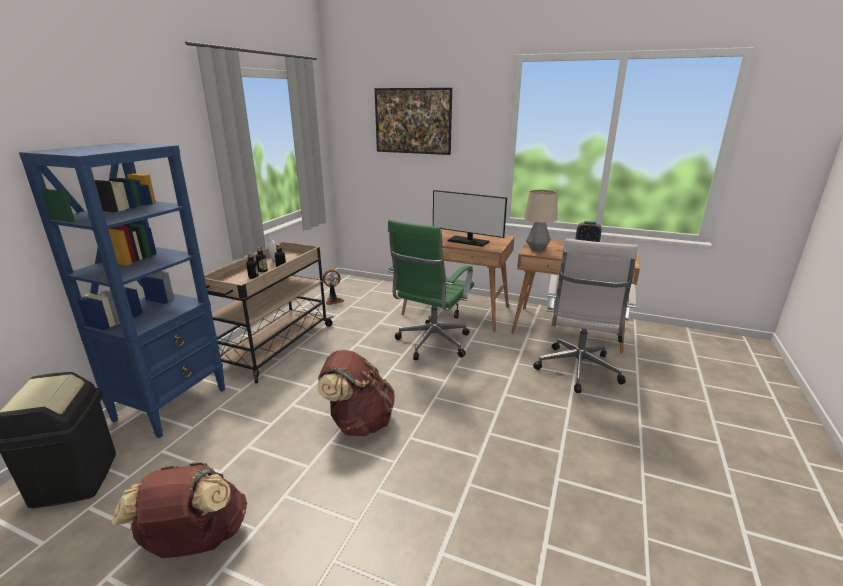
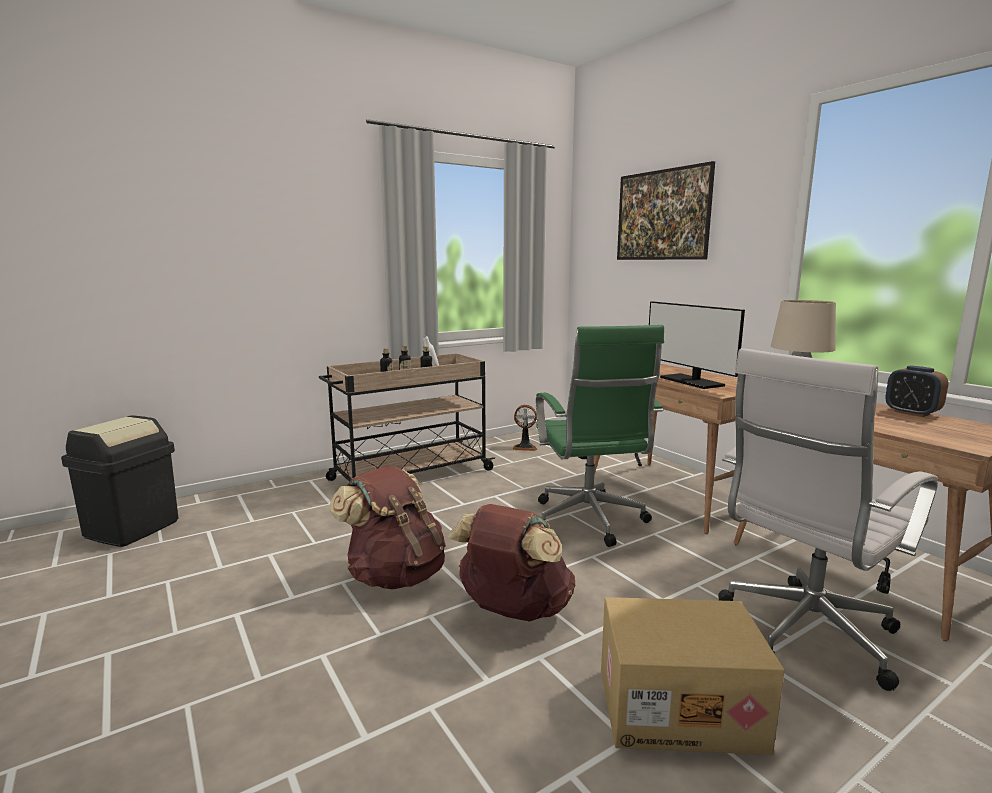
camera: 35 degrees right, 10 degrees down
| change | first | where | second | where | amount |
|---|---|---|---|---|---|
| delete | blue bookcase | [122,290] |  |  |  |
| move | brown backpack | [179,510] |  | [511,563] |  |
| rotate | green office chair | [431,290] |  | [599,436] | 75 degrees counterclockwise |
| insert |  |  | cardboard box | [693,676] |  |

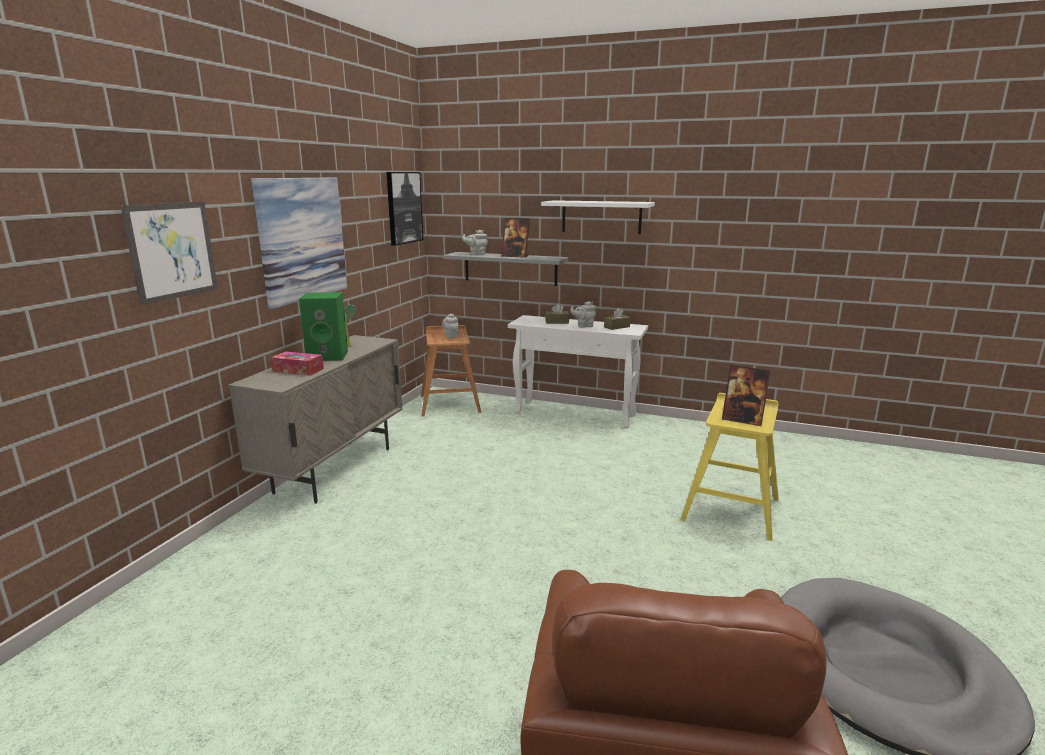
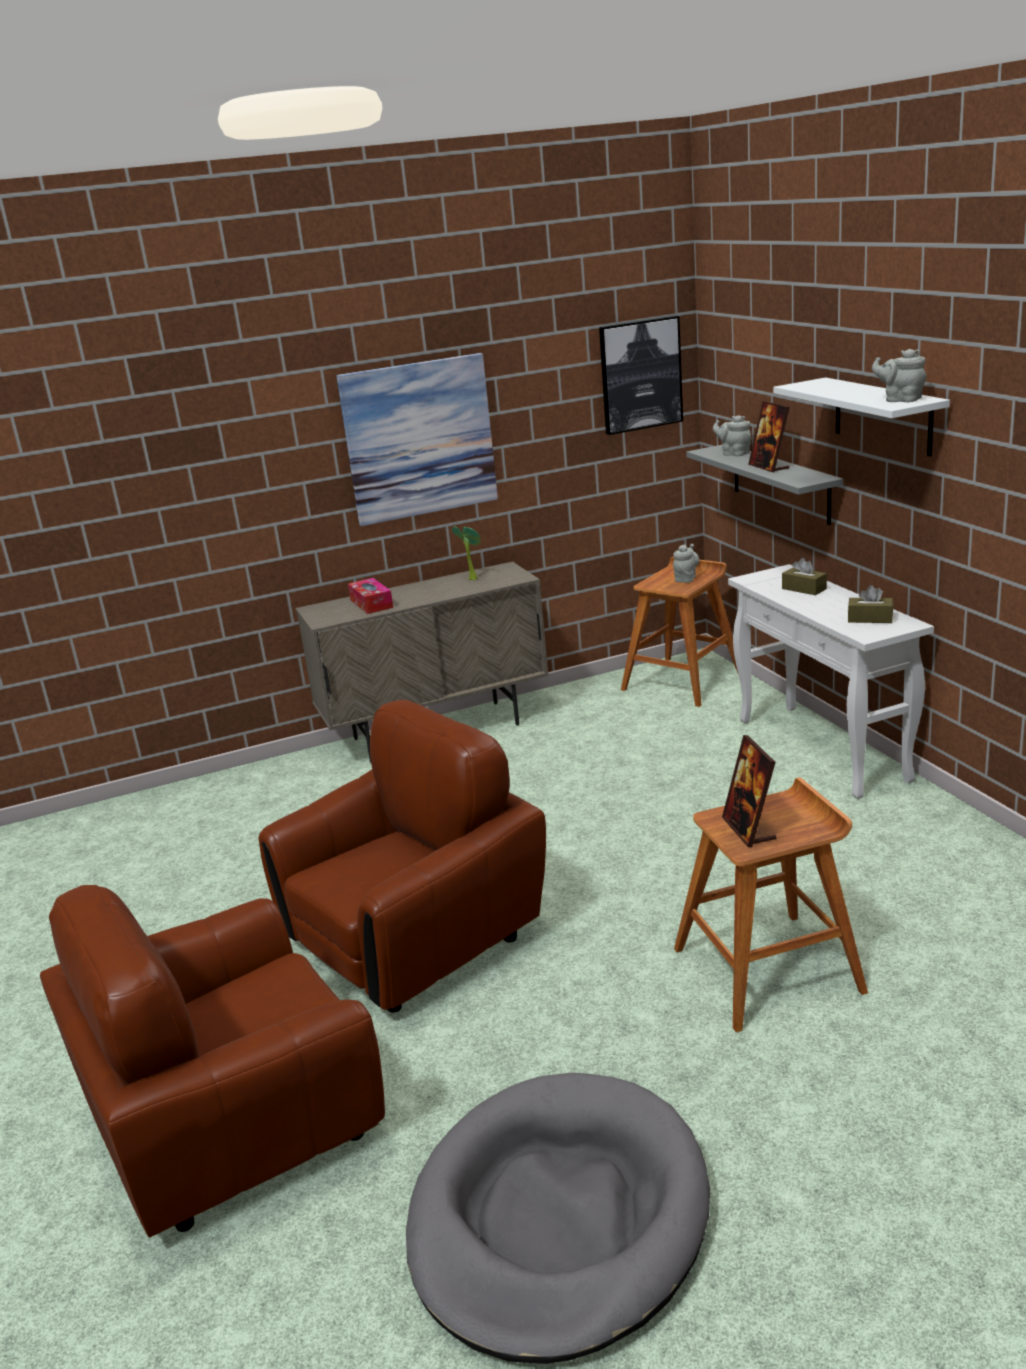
camera: 50 degrees right, 5 degrees up
| change | first | where | second | where | amount |
|---|---|---|---|---|---|
| delete | picture | [169,253] |  |  |  |
| delete | green speaker | [323,326] |  |  |  |
| move | grey teapot | [583,314] |  | [899,375] |  |
| recolor | yellow stool | [730,467] | brown stool | [771,904] |  |
| insert |  |  | brown armchair | [402,856] |  |

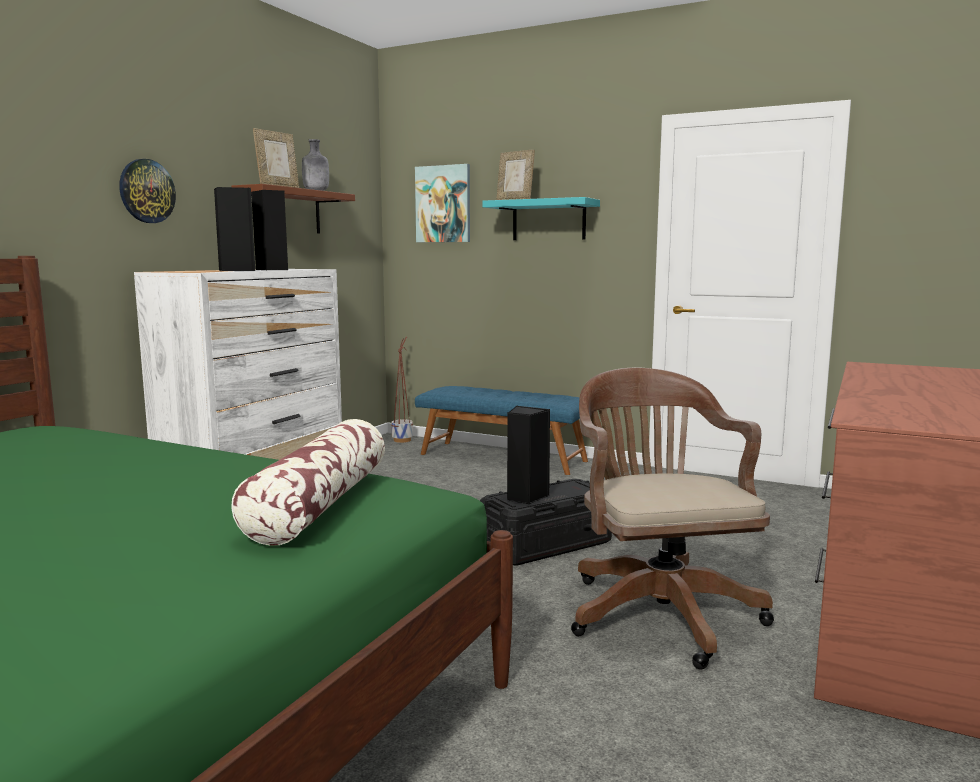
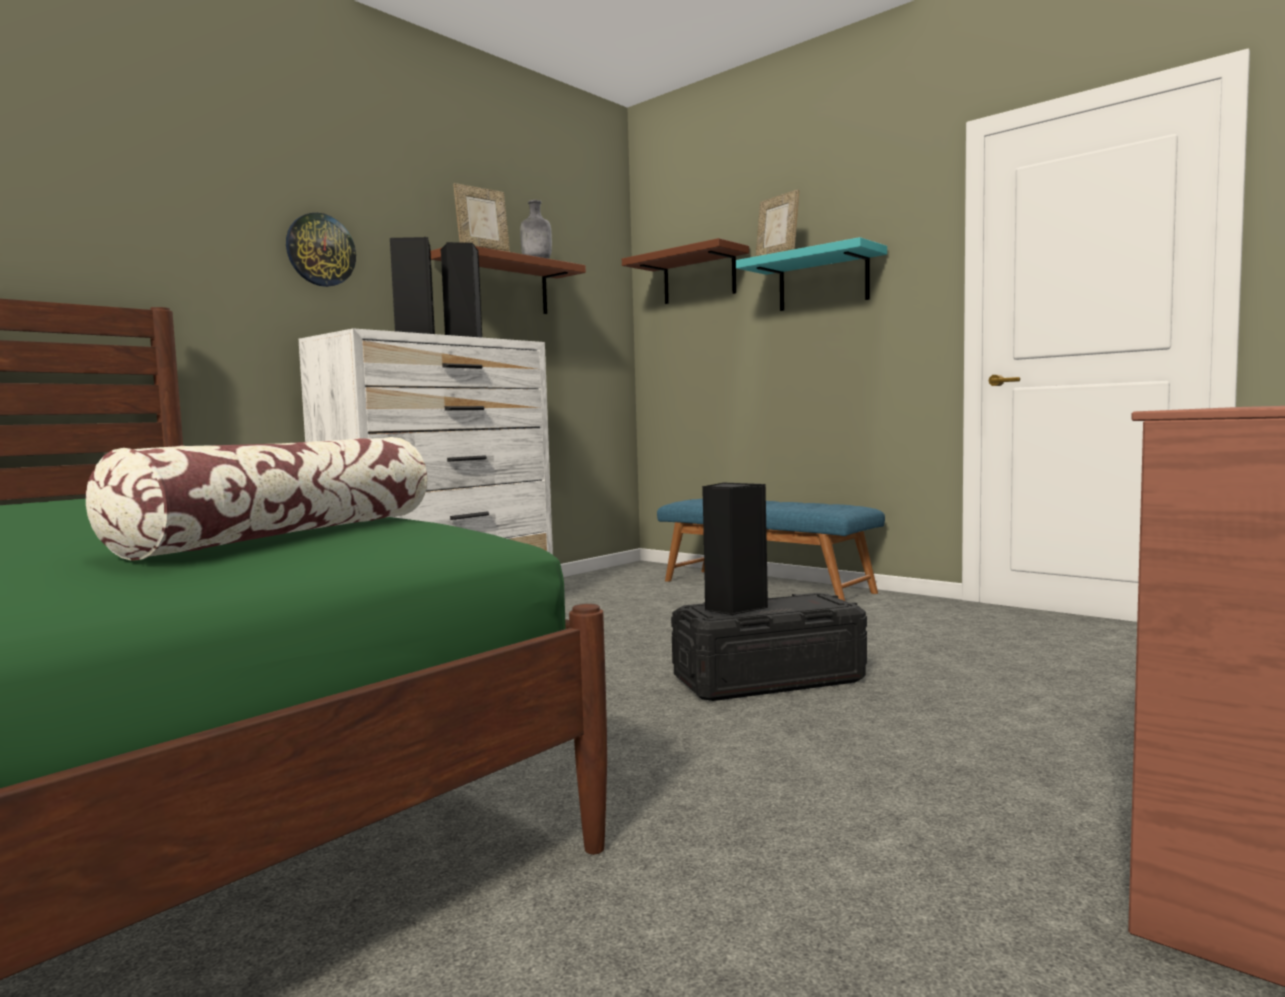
camera: 15 degrees right, 5 degrees down
| change | first | where | second | where | amount |
|---|---|---|---|---|---|
| delete | planter | [402,389] |  |  |  |
| replace | picture | [442,203] | brown shelf | [685,271] |  |
| delete | brown office chair | [672,519] |  |  |  |

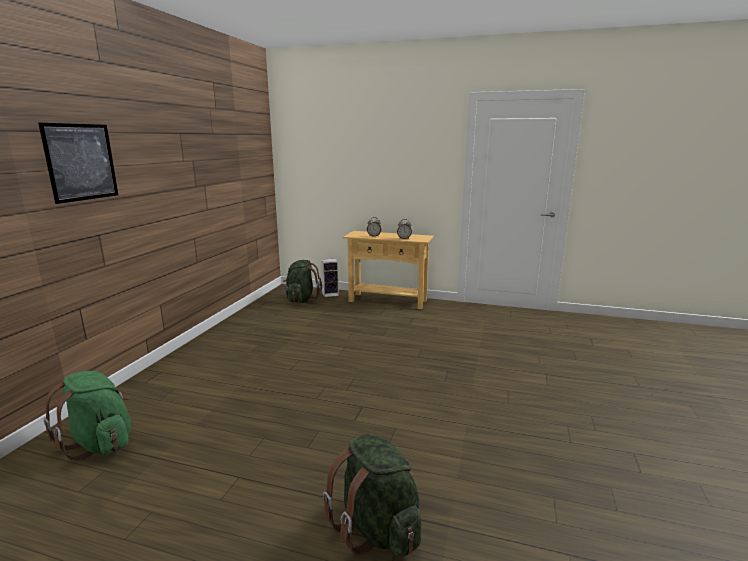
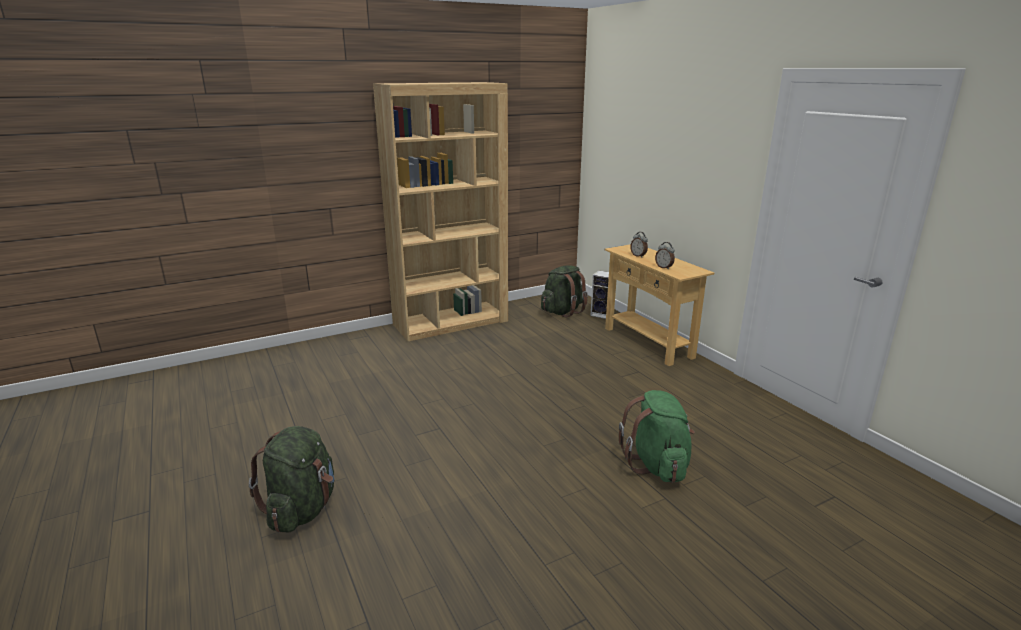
camera: 45 degrees right, 5 degrees up
| change | first | where | second | where | amount |
|---|---|---|---|---|---|
| delete | picture | [78,163] |  |  |  |
| move | green backpack | [87,416] |  | [657,436] |  |
| insert |  |  | brown bookcase | [440,211] |  |

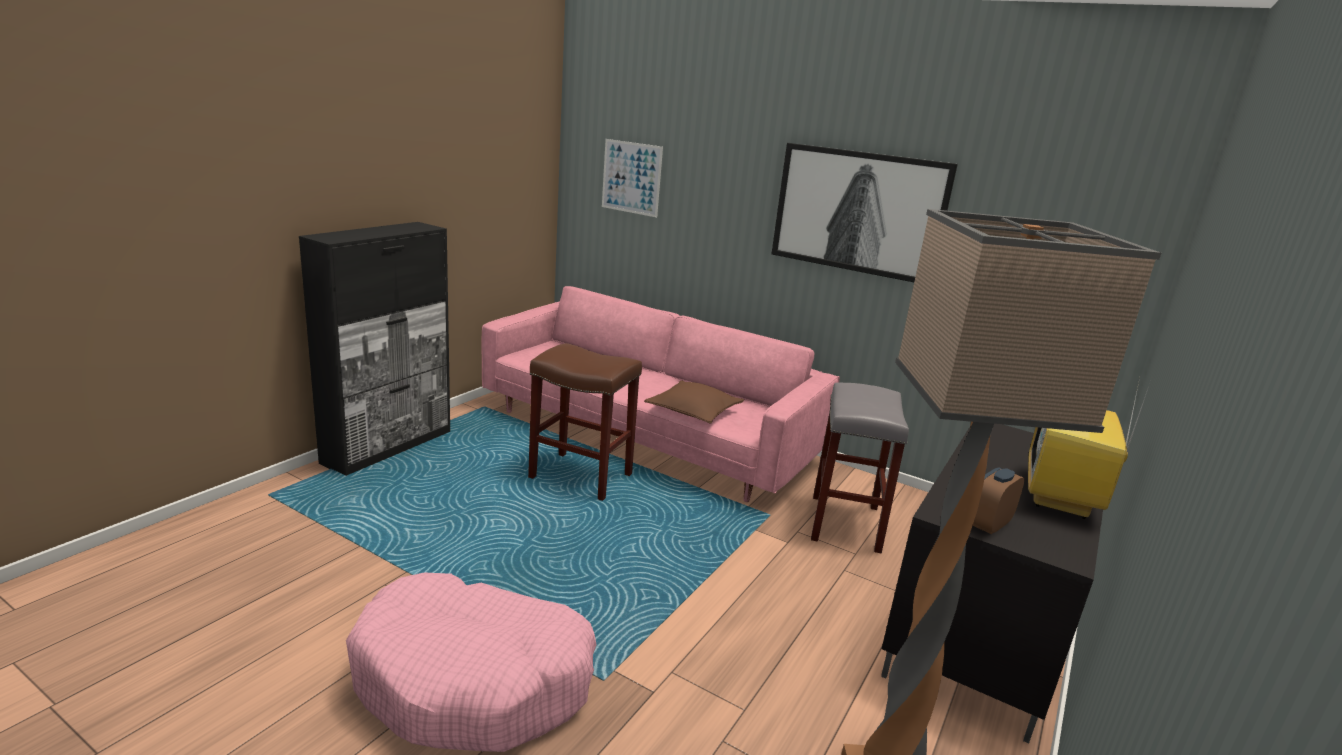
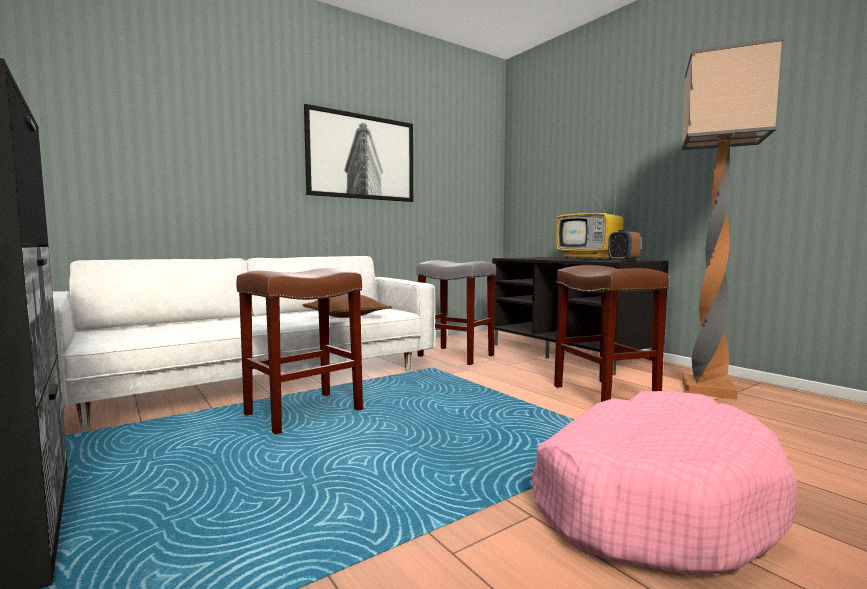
camera: 65 degrees left, 15 degrees down
| change | first | where | second | where | amount |
|---|---|---|---|---|---|
| recolor | pink sofa | [660,394] | white sofa | [244,343] |  |
| delete | picture | [632,178] |  |  |  |
| insert |  |  | brown stool | [611,333] |  |

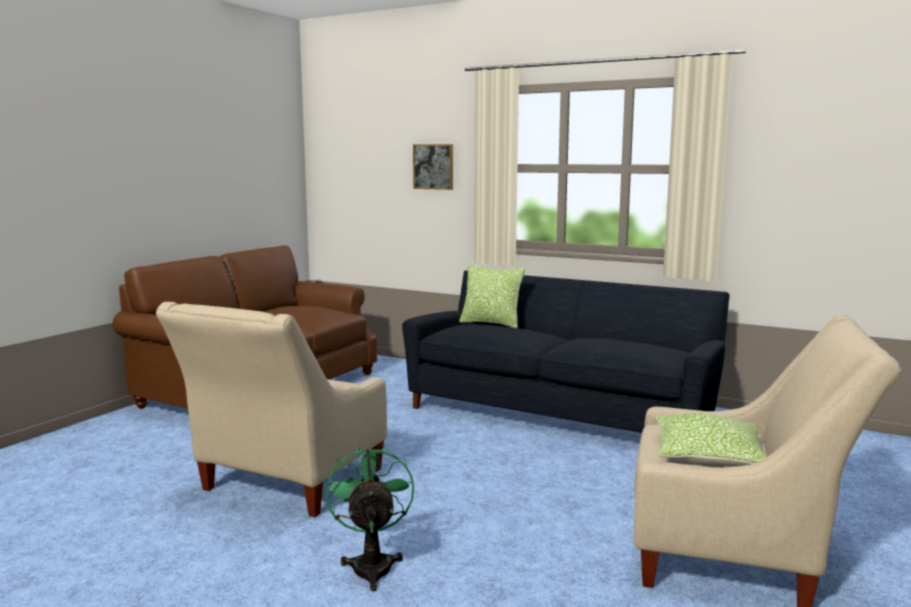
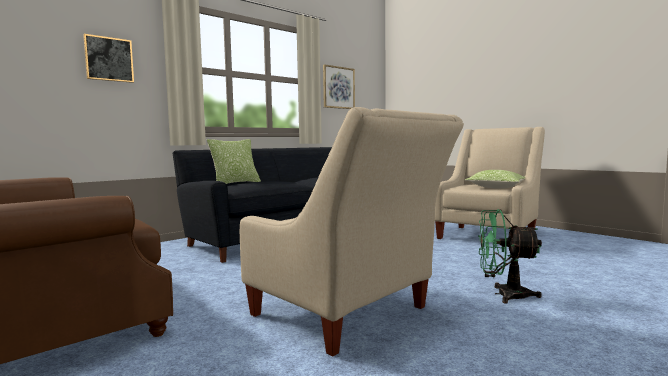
camera: 70 degrees left, 5 degrees down
| change | first | where | second | where | amount |
|---|---|---|---|---|---|
| insert |  |  | picture | [339,86] |  |

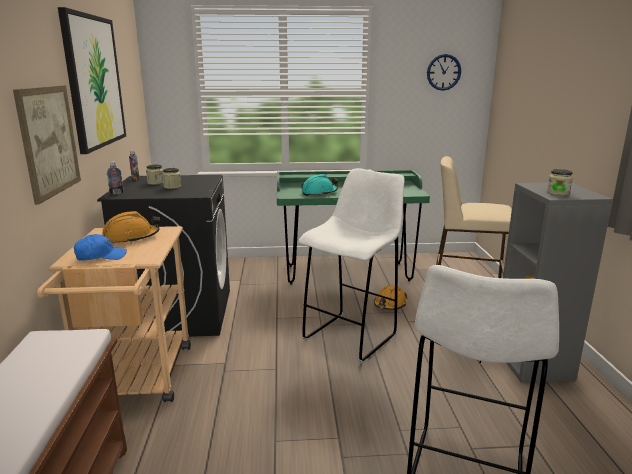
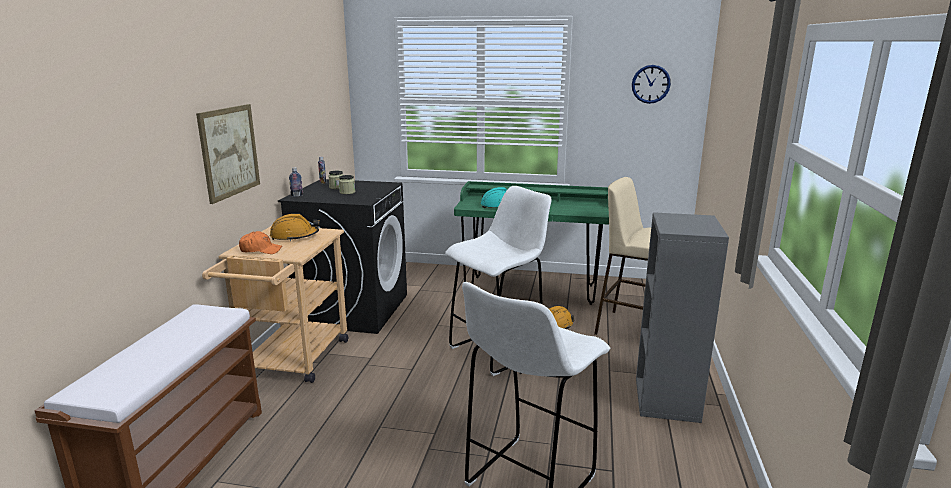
camera: 15 degrees right, 0 degrees up
| change | first | where | second | where | amount |
|---|---|---|---|---|---|
| delete | picture | [92,80] |  |  |  |
| recolor | blue cap | [100,247] | orange cap | [260,242] |  |
| delete | jar | [560,182] |  |  |  |

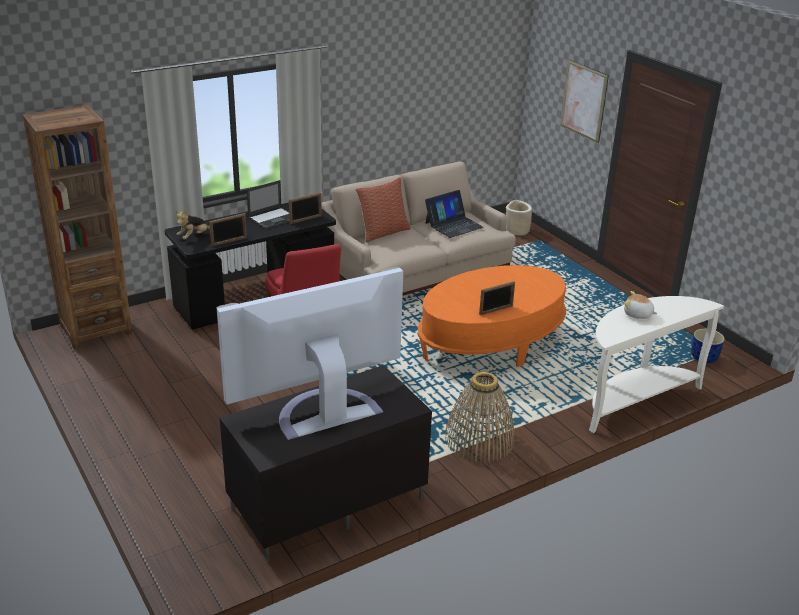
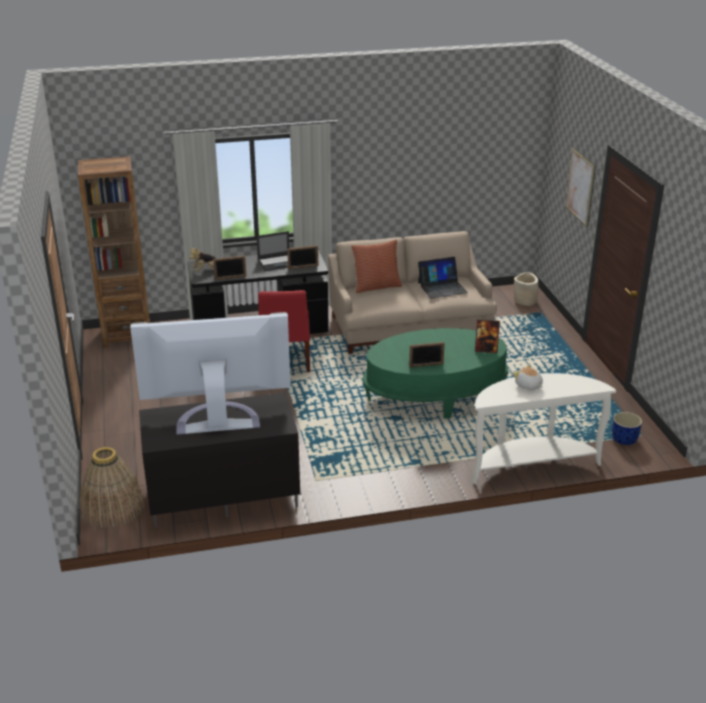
camera: 20 degrees right, 0 degrees up
| change | first | where | second | where | amount |
|---|---|---|---|---|---|
| recolor | orange coffee table | [492,316] | green coffee table | [436,373] |  |
| move | basket | [480,417] |  | [112,487] |  |
| insert |  |  | picture frame | [487,336] |  |

